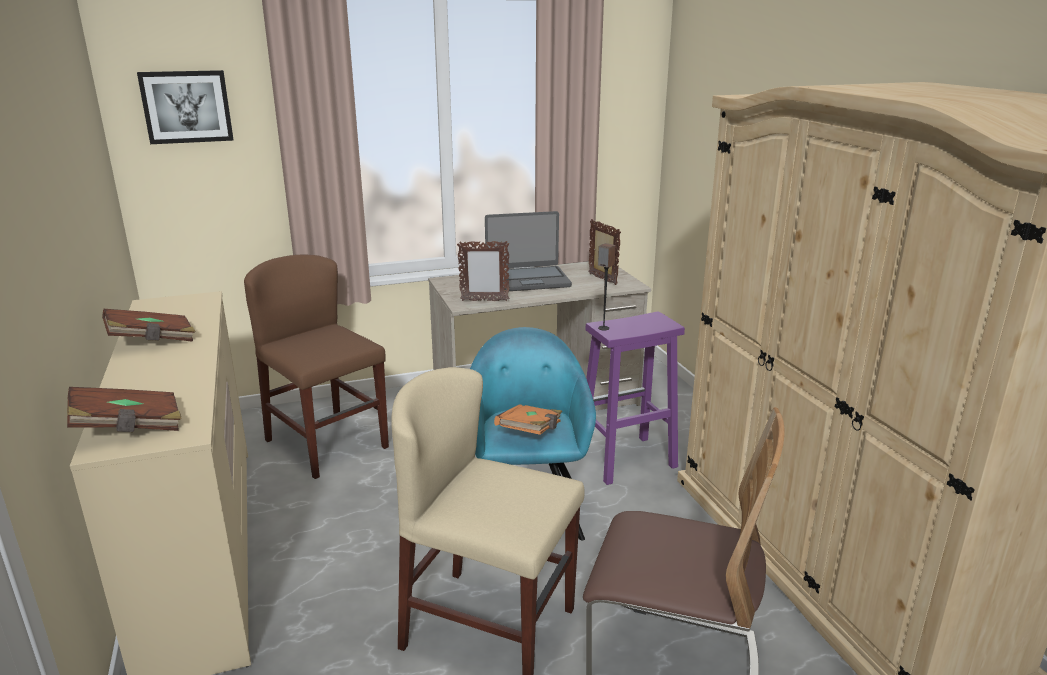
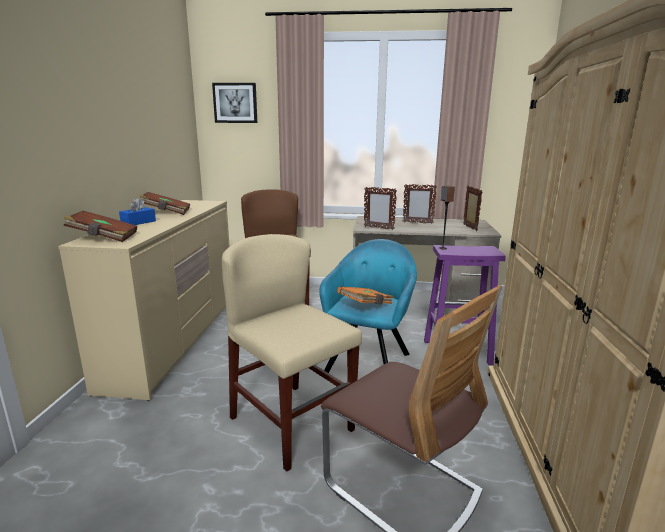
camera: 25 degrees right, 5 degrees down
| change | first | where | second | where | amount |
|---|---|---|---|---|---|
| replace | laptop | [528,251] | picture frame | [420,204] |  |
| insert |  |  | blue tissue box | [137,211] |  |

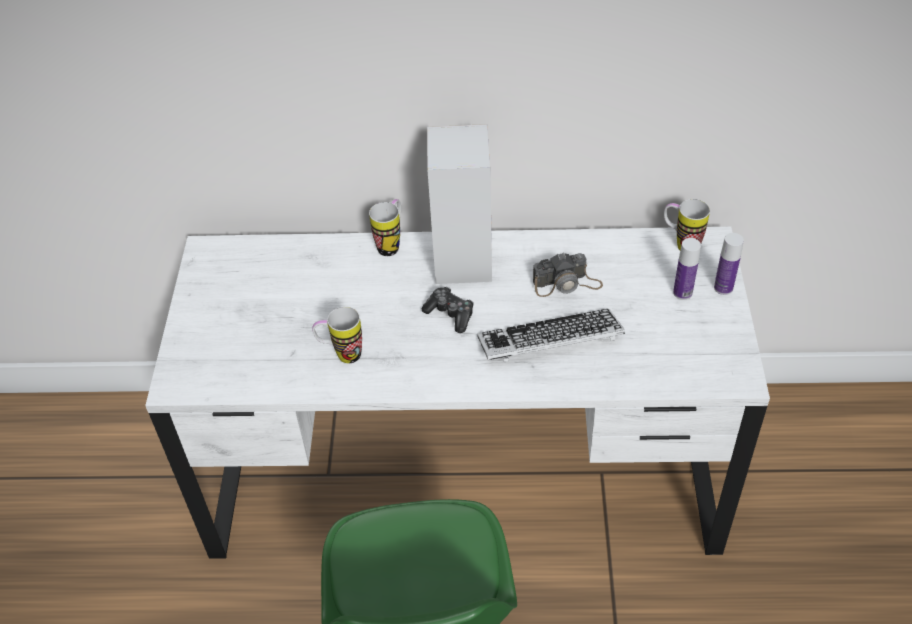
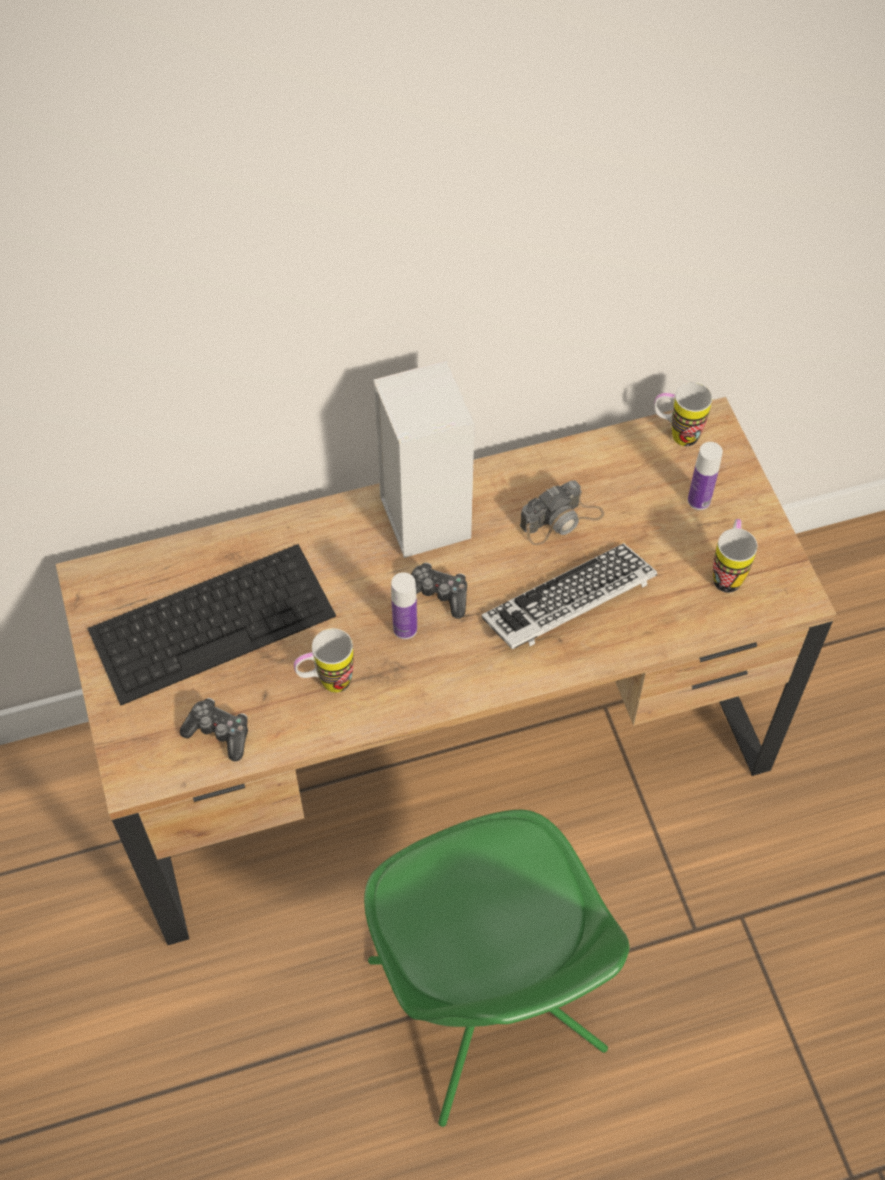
camera: 20 degrees left, 10 degrees up
| change | first | where | second | where | amount |
|---|---|---|---|---|---|
| recolor | white desk | [457,393] | brown desk | [446,671] |  |
| move | mug | [385,227] |  | [735,556] |  |
| move | bottle | [729,264] |  | [404,605] |  |
| insert |  |  | keyboard | [211,625] |  |
| insert |  |  | game controller | [214,730] |  |

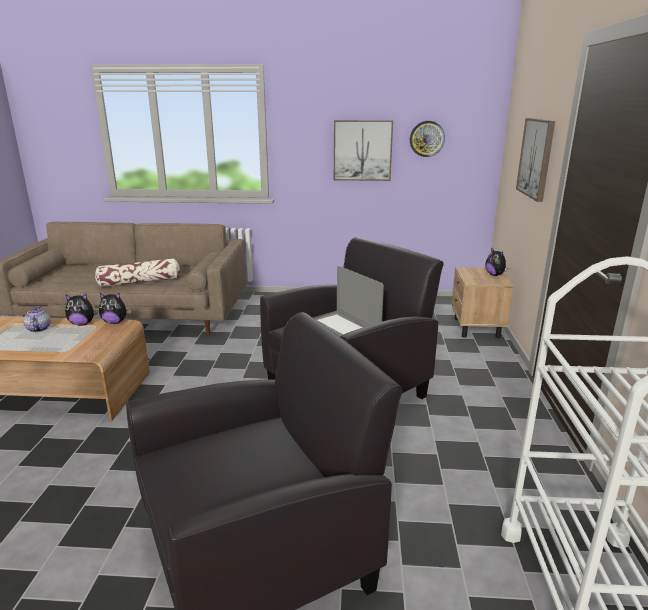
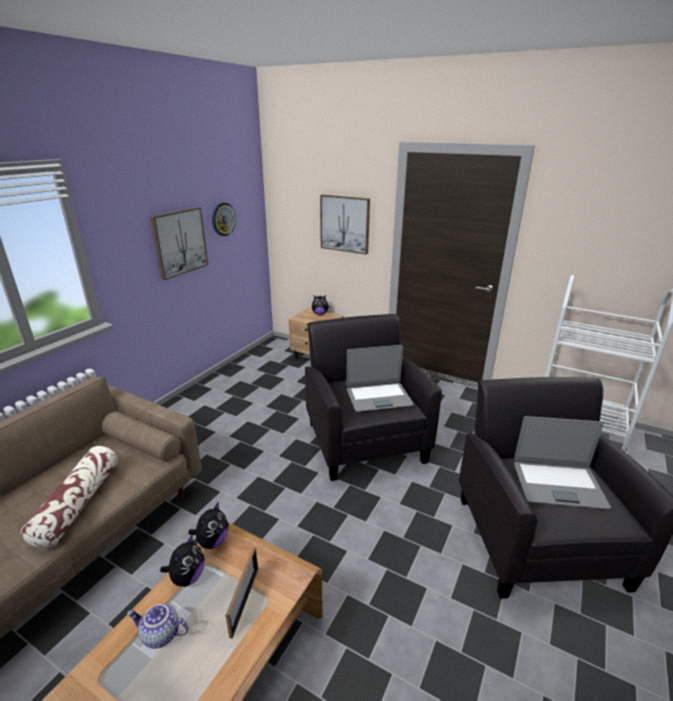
camera: 65 degrees left, 5 degrees up
| change | first | where | second | where | amount |
|---|---|---|---|---|---|
| insert |  |  | picture frame | [242,593] |  |
| insert |  |  | laptop | [562,462] |  |

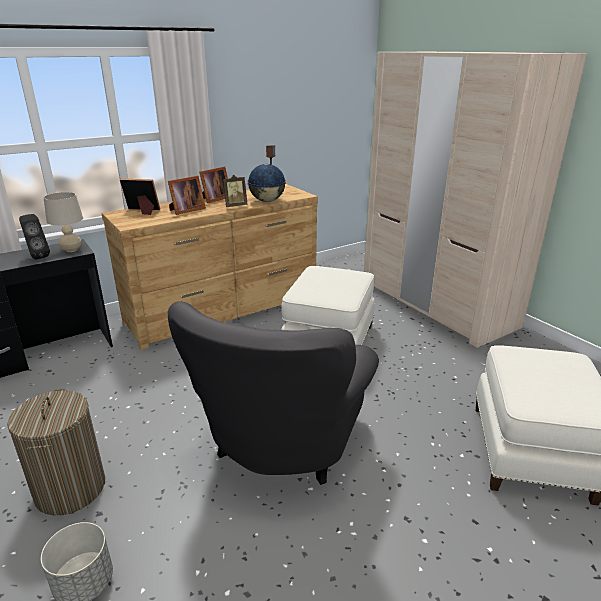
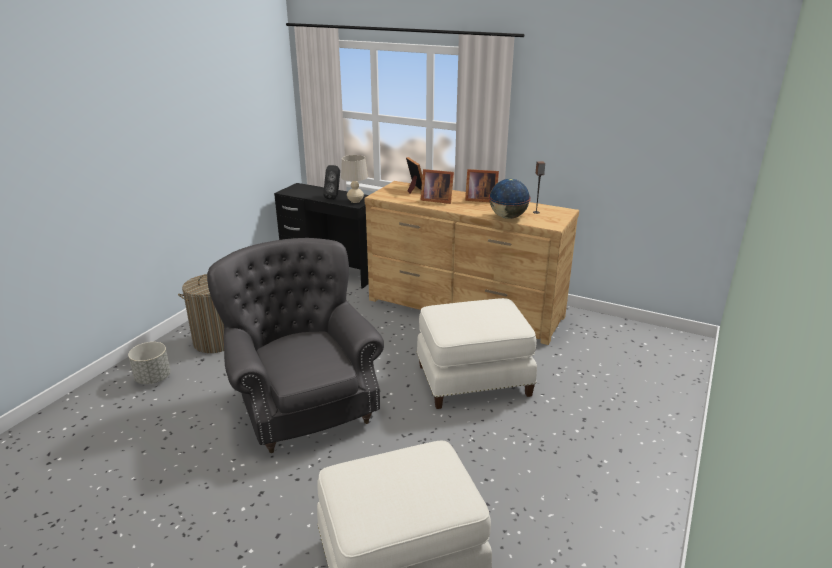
camera: 60 degrees right, 0 degrees up
| change | first | where | second | where | amount |
|---|---|---|---|---|---|
| rotate | grey armchair | [273,393] |  | [295,345] | 75 degrees clockwise |
| delete | picture frame | [235,191] |  |  |  |
| delete | beige wardrobe | [475,200] |  |  |  |

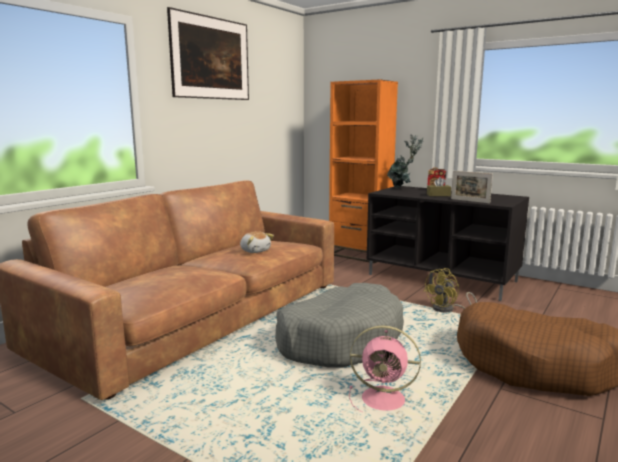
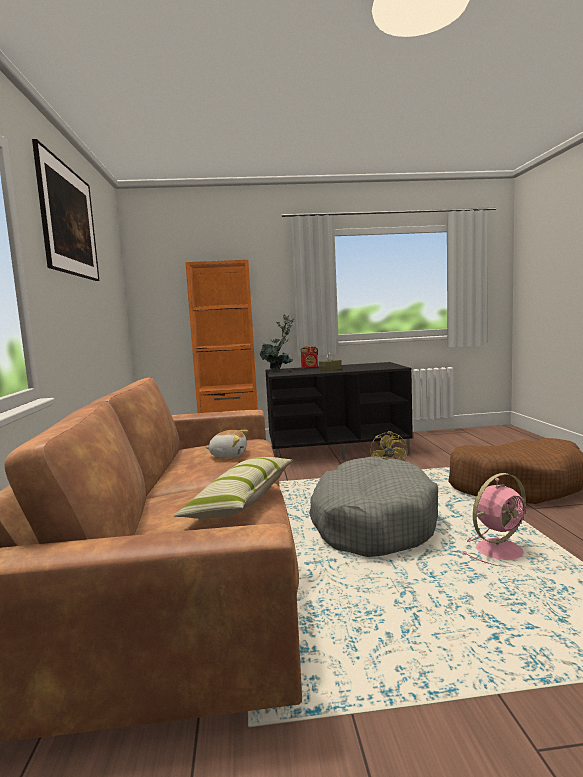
camera: 40 degrees left, 5 degrees down
| change | first | where | second | where | amount |
|---|---|---|---|---|---|
| delete | picture frame | [472,187] |  |  |  |
| insert |  |  | pillow | [233,488] |  |

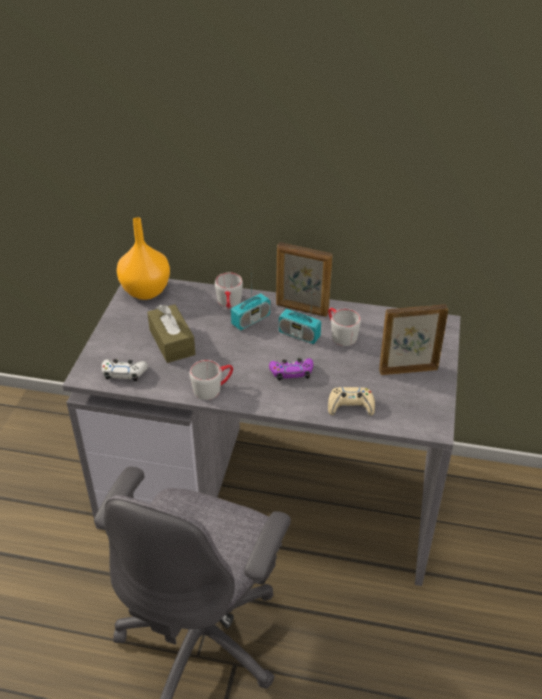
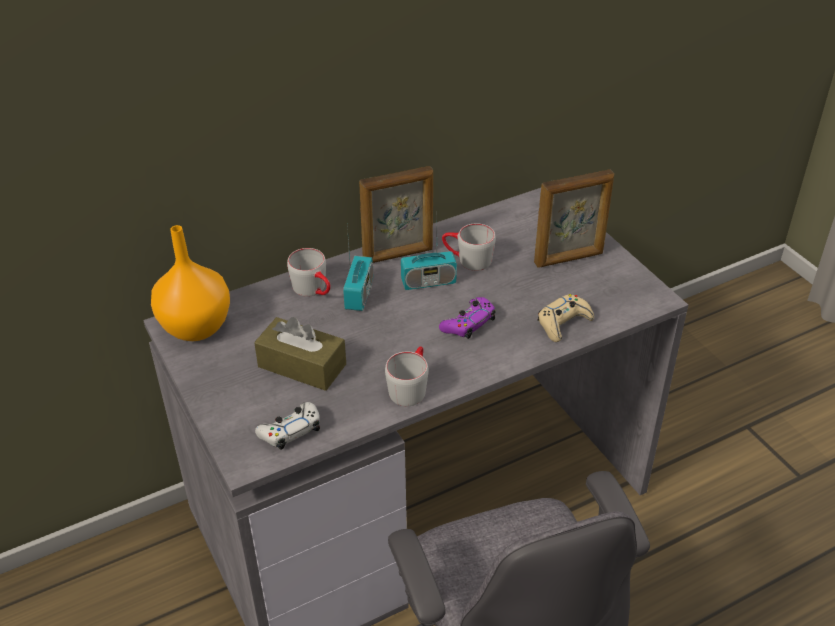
camera: 40 degrees left, 0 degrees up
| change | first | where | second | where | amount |
|---|---|---|---|---|---|
| rotate | picture frame | [413,339] |  | [574,218] | 150 degrees counterclockwise |

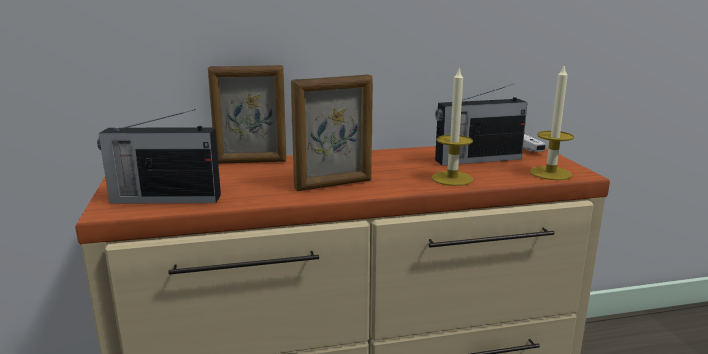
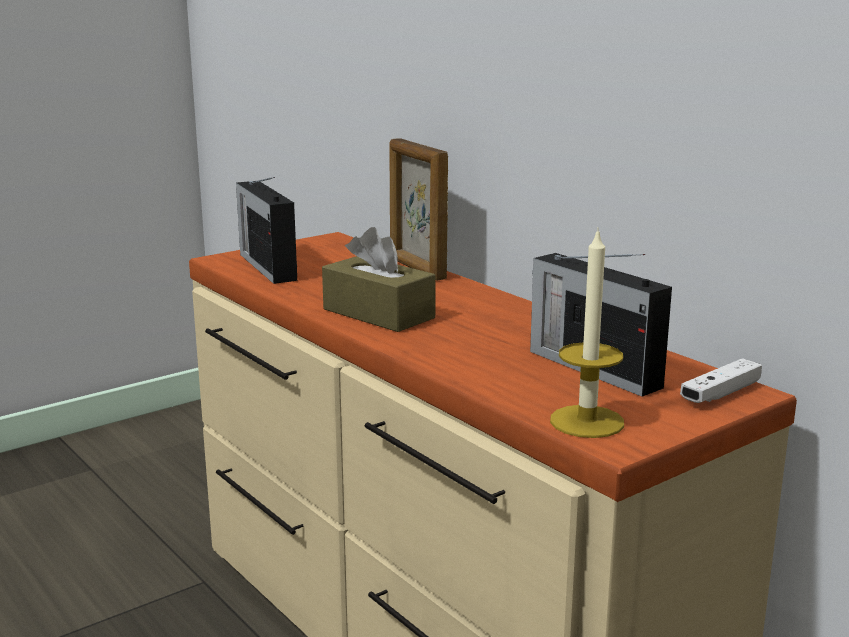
camera: 65 degrees right, 0 degrees up
| change | first | where | second | where | amount |
|---|---|---|---|---|---|
| replace | picture frame | [332,132] | brown tissue box | [379,279] |  |
| delete | candle | [452,126] |  |  |  |

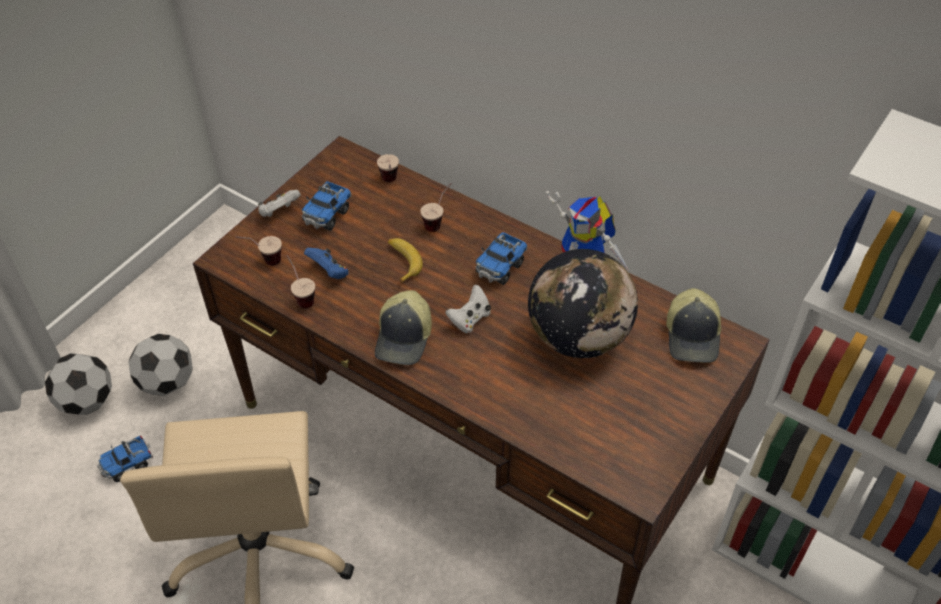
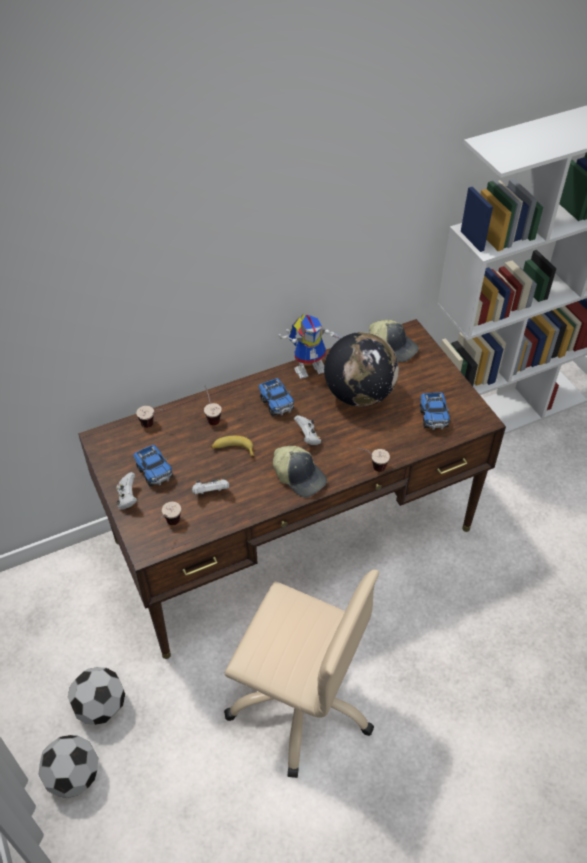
camera: 60 degrees left, 0 degrees up
| change | first | where | second | where | amount |
|---|---|---|---|---|---|
| move | toy truck | [125,459] |  | [435,411] |  |
| move | cup | [301,281] |  | [373,460] |  |
| recolor | blue game controller | [326,263] | white game controller | [210,486] |  |

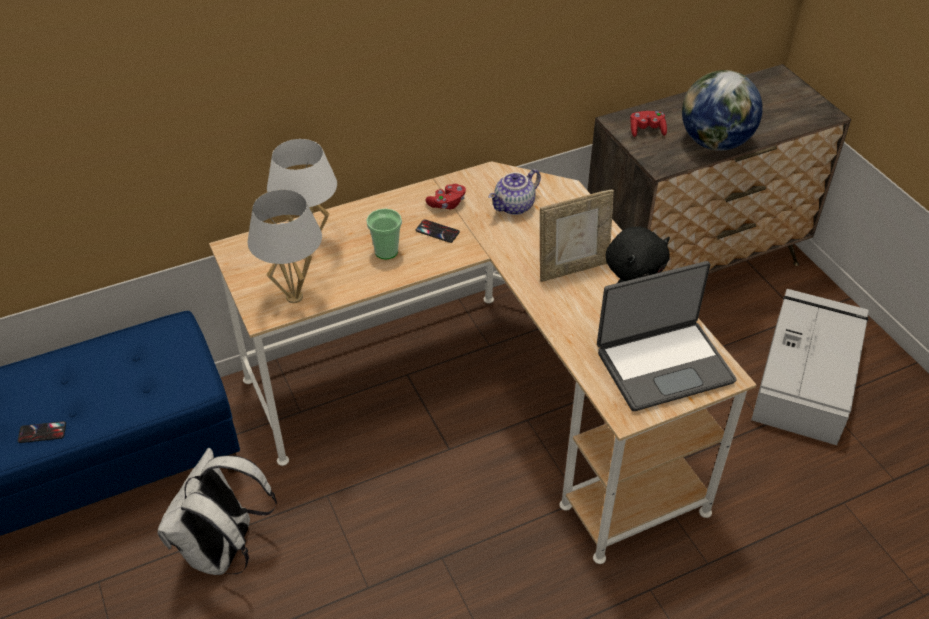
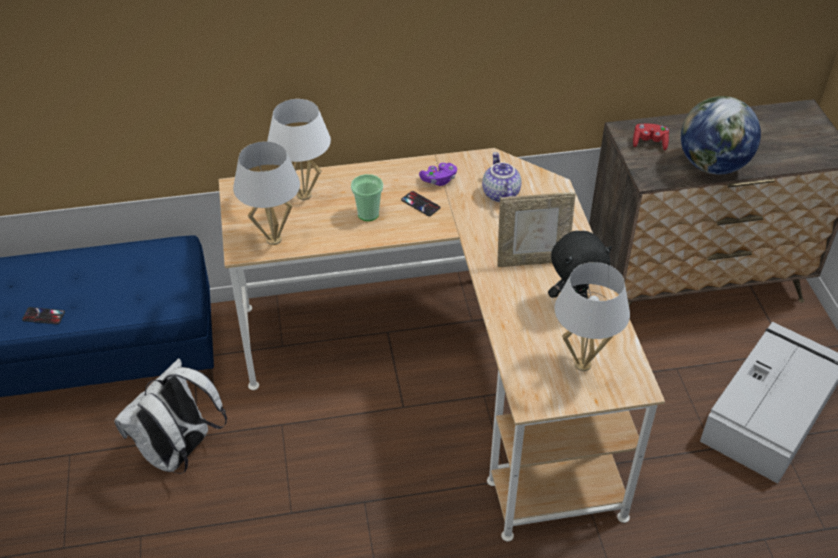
camera: 15 degrees right, 0 degrees up
| change | first | where | second | where | amount |
|---|---|---|---|---|---|
| recolor | red game controller | [445,196] | purple game controller | [438,174] |  |
| rotate | teapot | [515,192] |  | [501,177] | 105 degrees clockwise |
| replace | laptop | [667,336] | white table lamp | [592,316] |  |

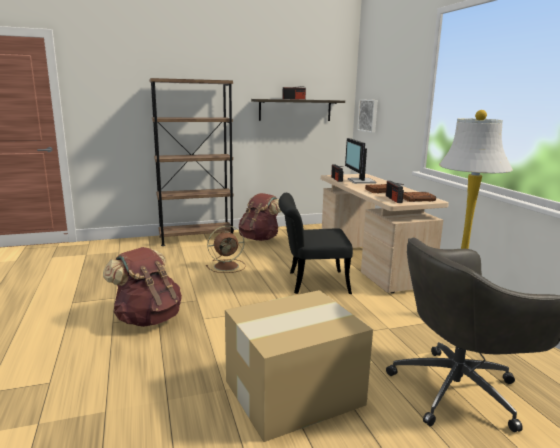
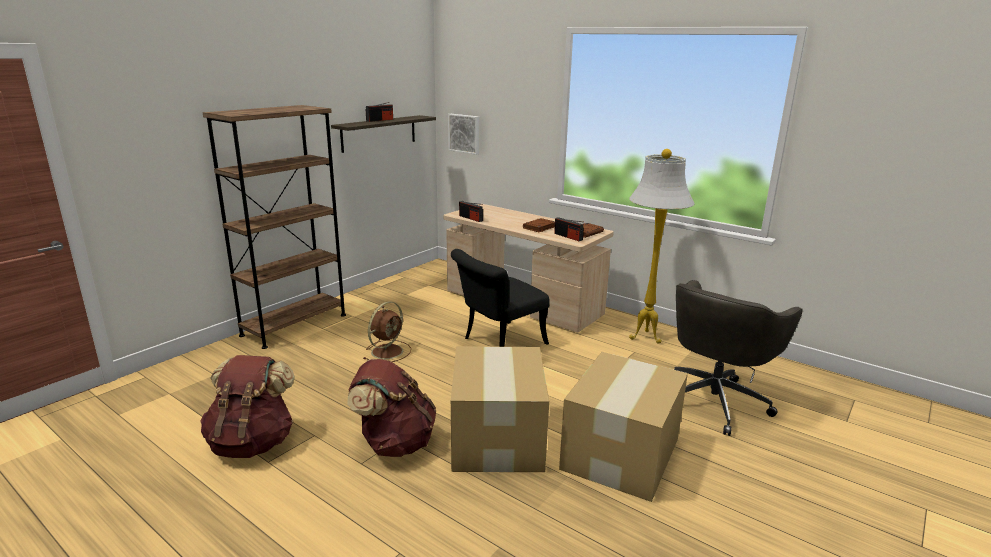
camera: 35 degrees left, 5 degrees up
| change | first | where | second | where | amount |
|---|---|---|---|---|---|
| move | brown backpack | [260,217] |  | [247,406] |  |
| delete | monitor | [360,161] |  |  |  |
| insert |  |  | cardboard box | [500,409] |  |

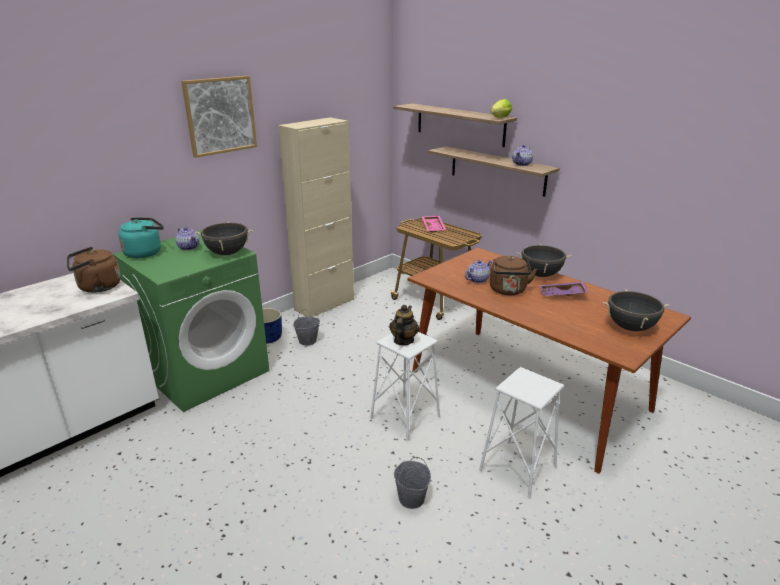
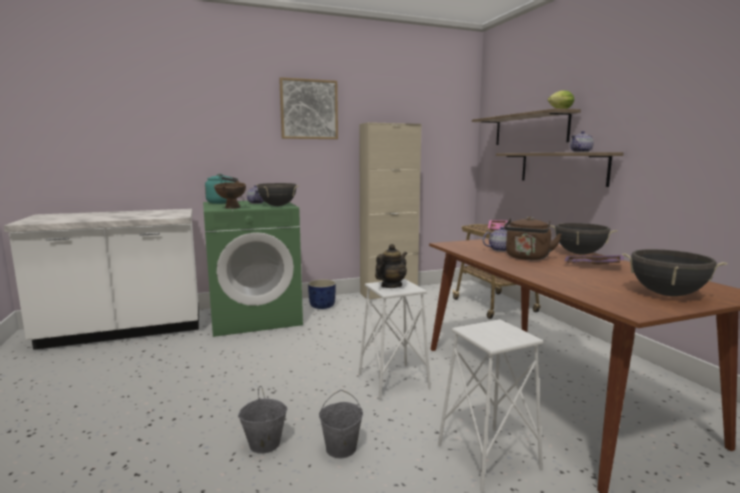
camera: 25 degrees right, 15 degrees down
| change | first | where | second | where | amount |
|---|---|---|---|---|---|
| delete | brown kettle | [94,270] |  |  |  |
| move | grey bucket | [306,327] |  | [262,420] |  |
| insert |  |  | brown bowl | [230,195] |  |

